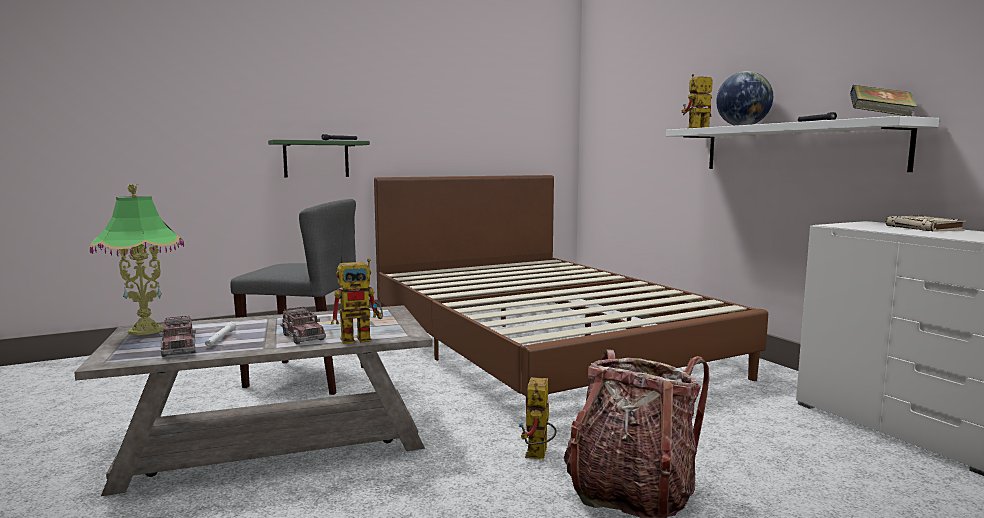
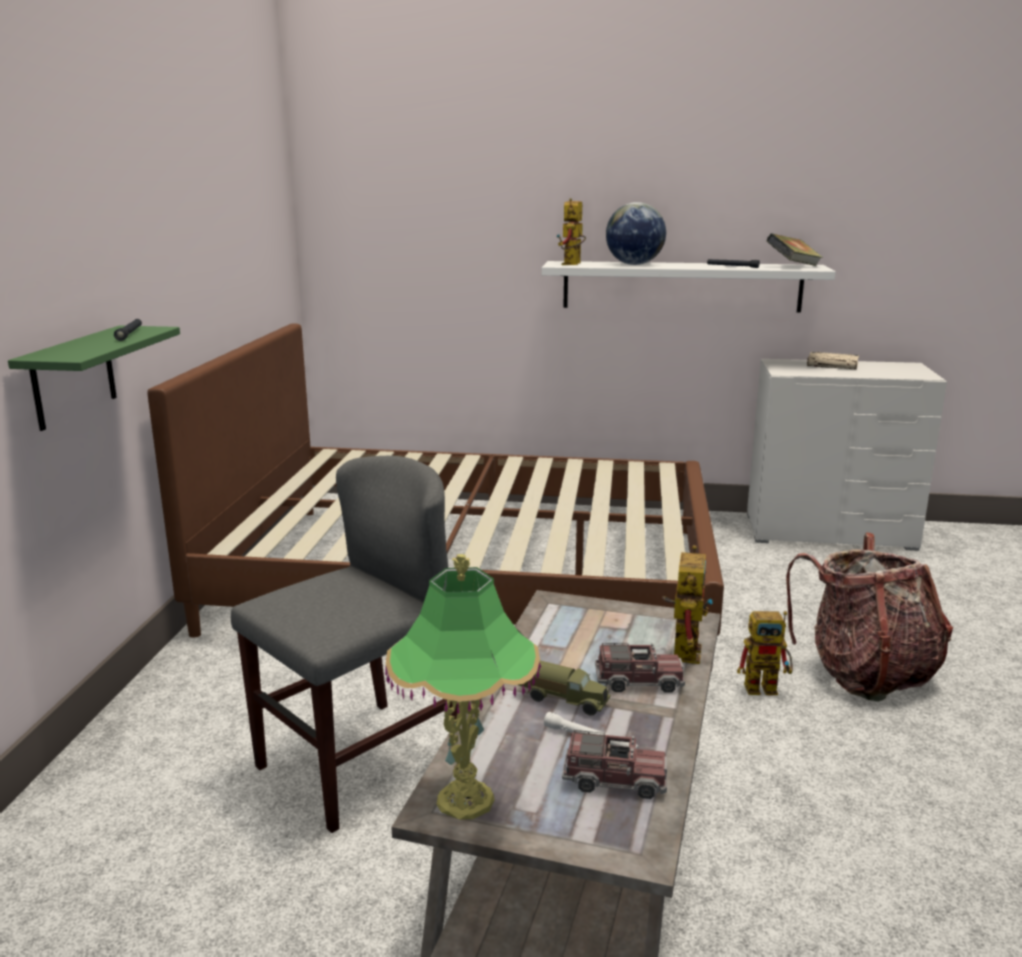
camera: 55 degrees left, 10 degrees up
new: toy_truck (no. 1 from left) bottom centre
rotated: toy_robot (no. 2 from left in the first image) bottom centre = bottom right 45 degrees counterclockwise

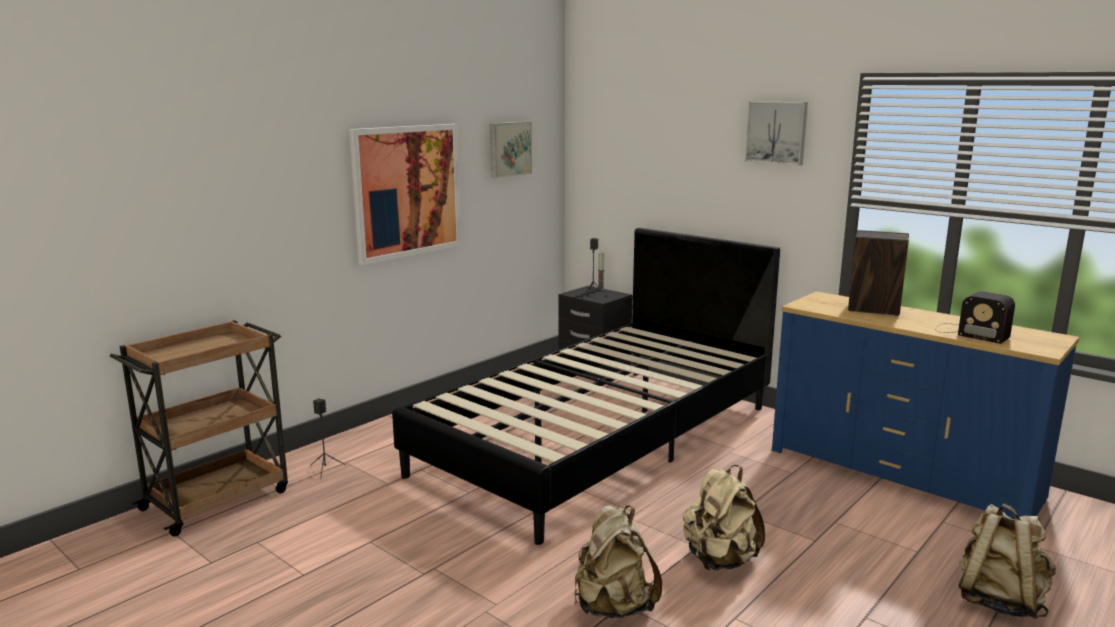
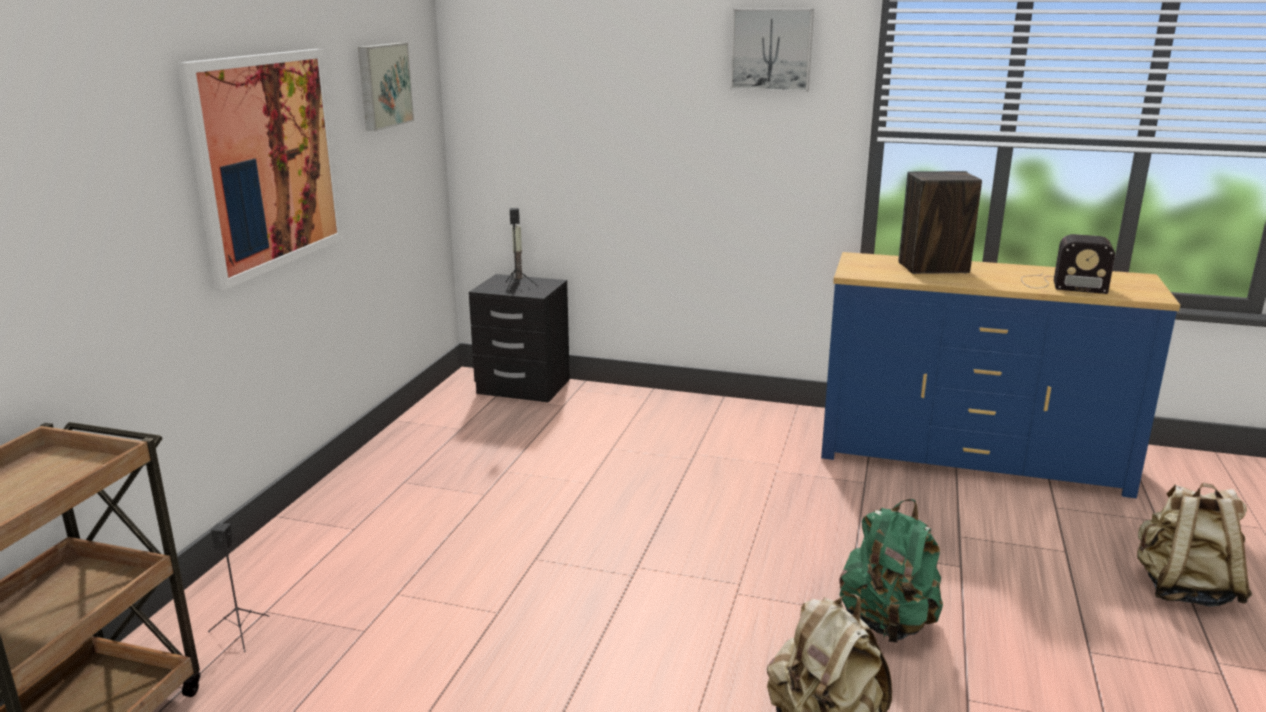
camera: 25 degrees left, 5 degrees up
gone: black_bed centre
repainted: beige_backpack (no. 2 from left) bottom centre to green_backpack bottom right

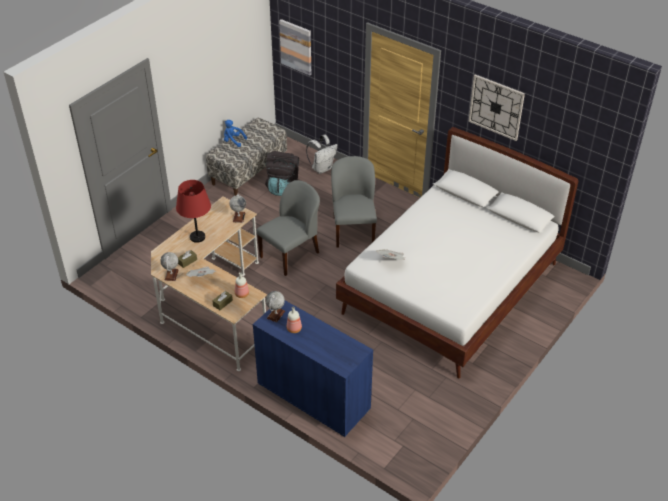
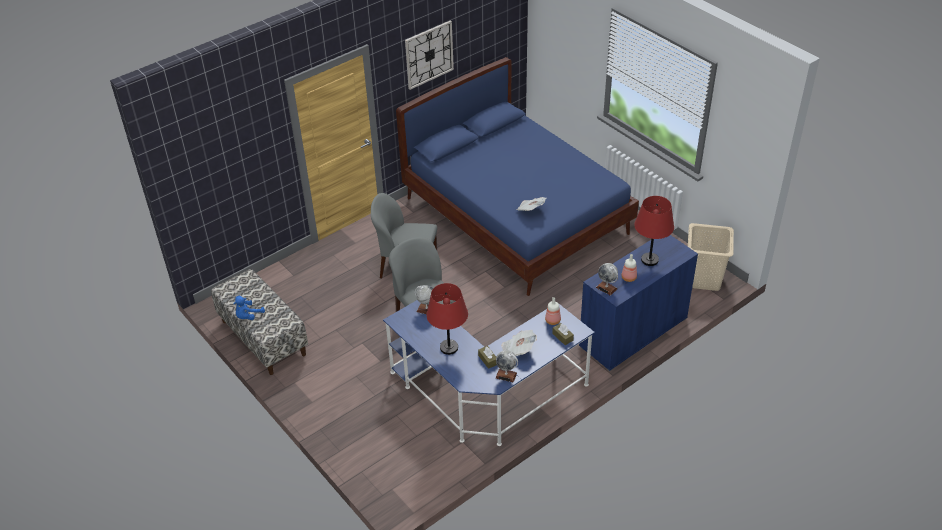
camera: 75 degrees left, 0 degrees up
gone: black_backpack centre; picture top centre; white_backpack top centre
new: red_table_lamp (no. 2 from left) middle right; beige_laundry_basket middle right
repainted: beige_desk middle left to blue_desk bottom centre; white_bed middle right to blue_bed top centre

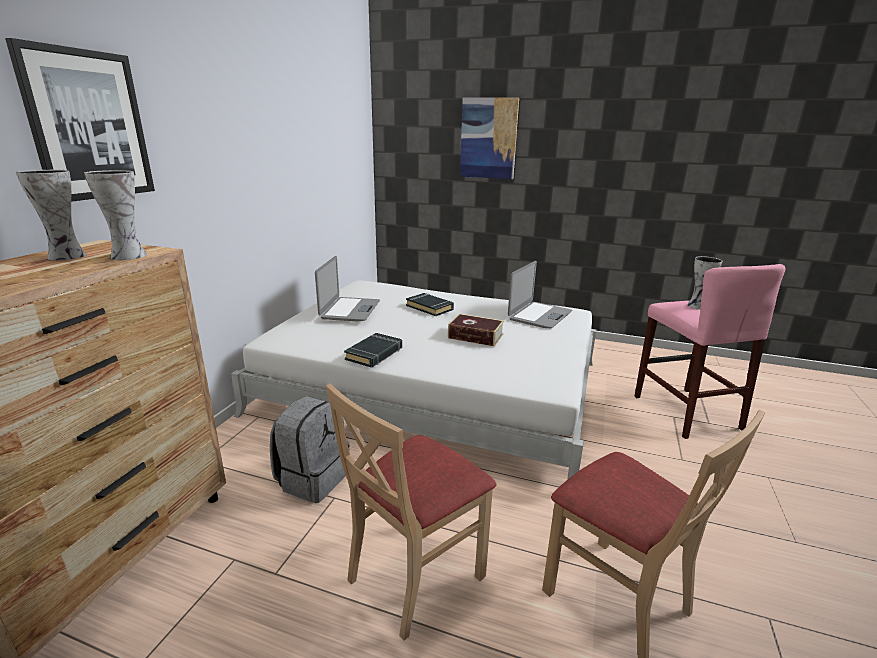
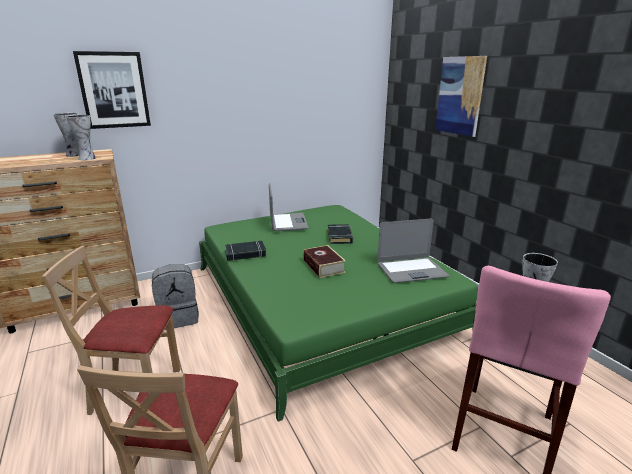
camera: 45 degrees right, 0 degrees up
repainted: white_bed centre to green_bed centre
rotated: laptop (no. 1 from left) centre = centre 60 degrees counterclockwise

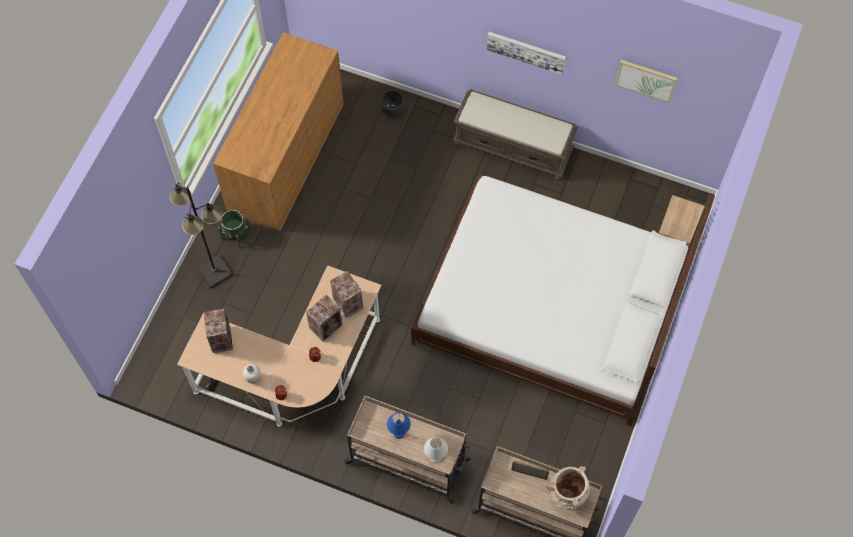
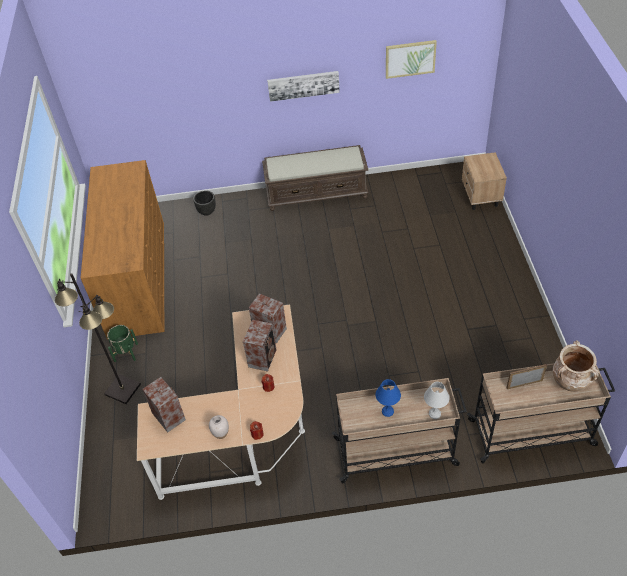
camera: 25 degrees left, 15 degrees down
gone: bed centre

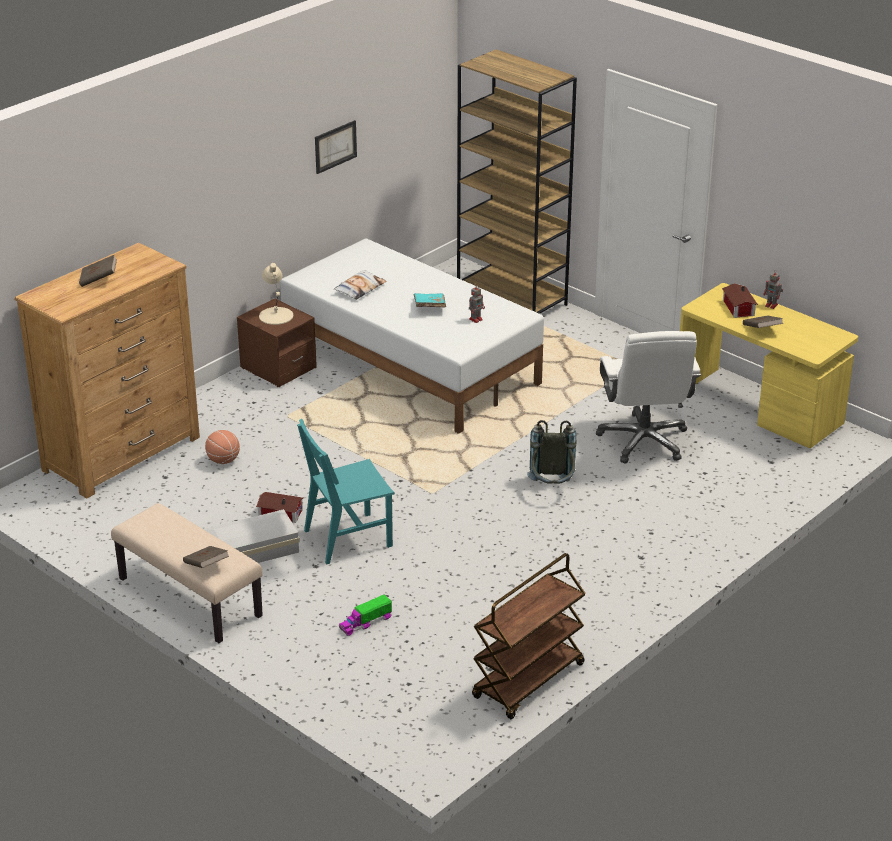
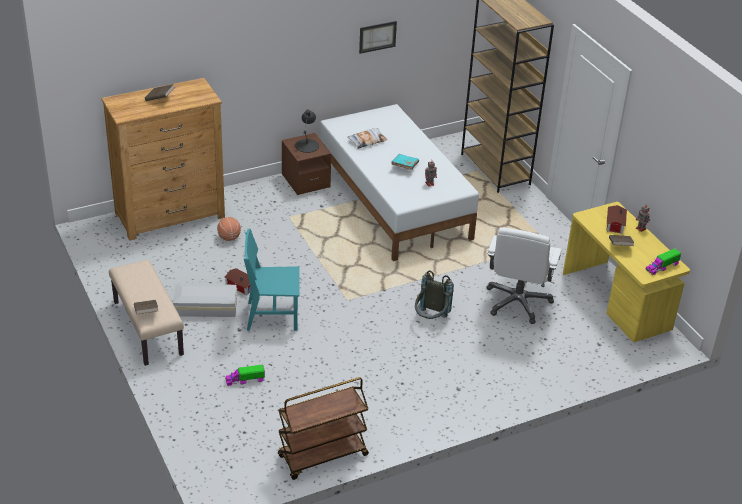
camera: 20 degrees right, 5 degrees up
new: toy_truck (no. 2 from left) middle right
repainted: beige_table_lamp middle left to black_table_lamp top centre

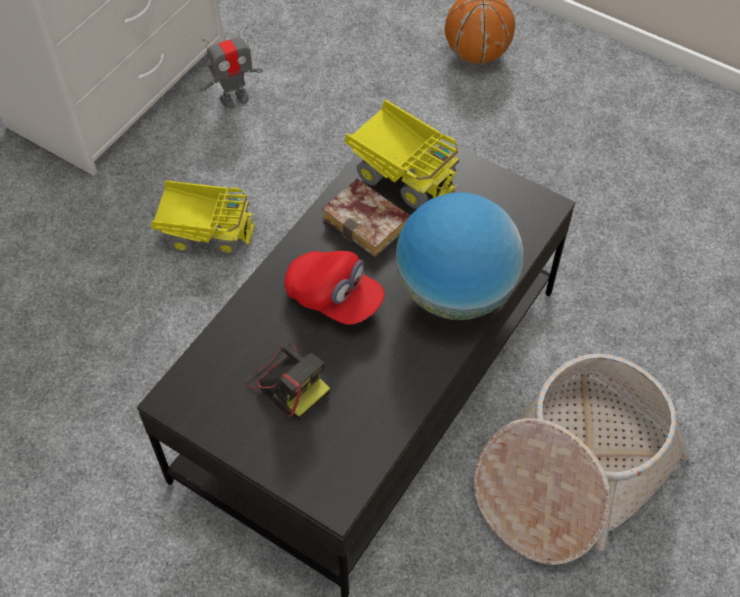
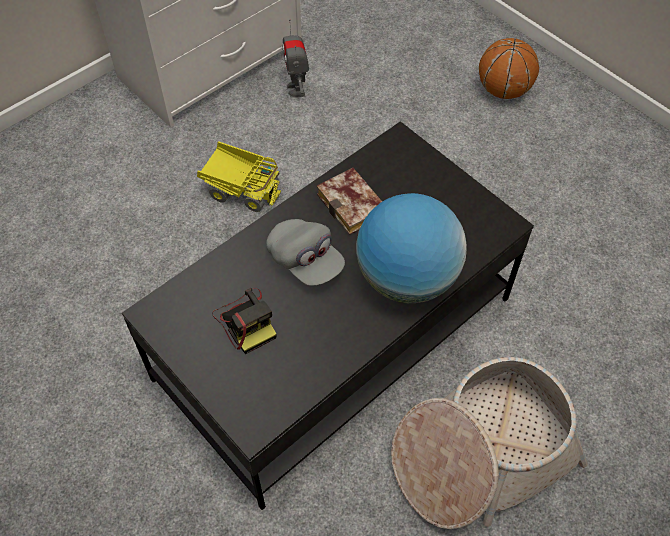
camera: 15 degrees right, 0 degrees up
gone: toy_truck (no. 2 from left) top centre
repainted: red_cap centre to grey_cap centre
rotated: toy_robot top left = top centre 90 degrees clockwise

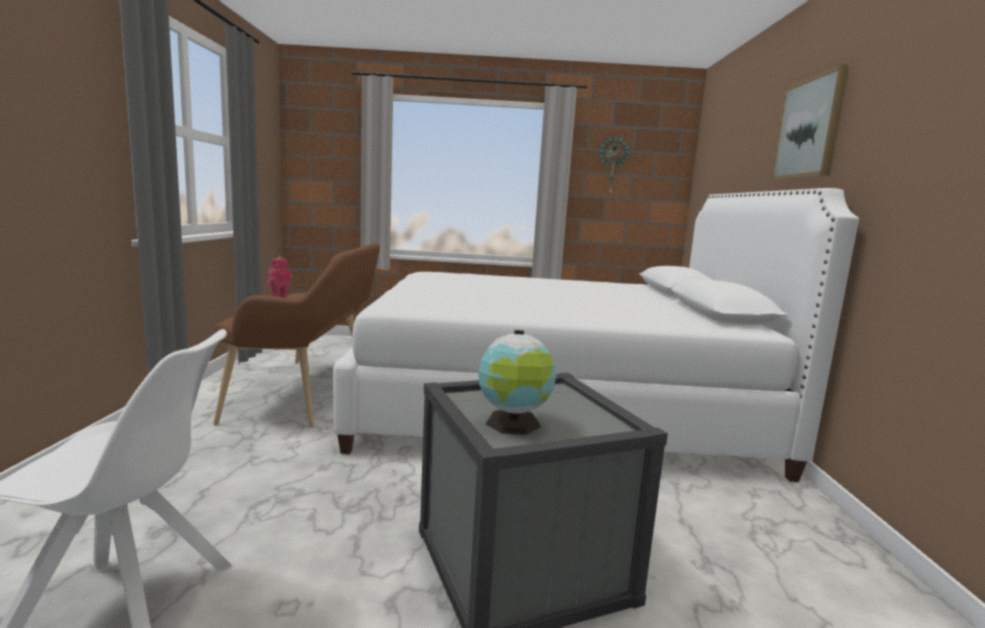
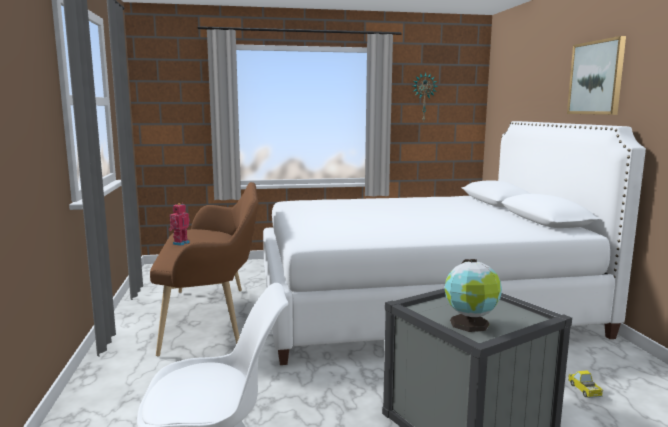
camera: 10 degrees left, 0 degrees up
new: toy_truck bottom right

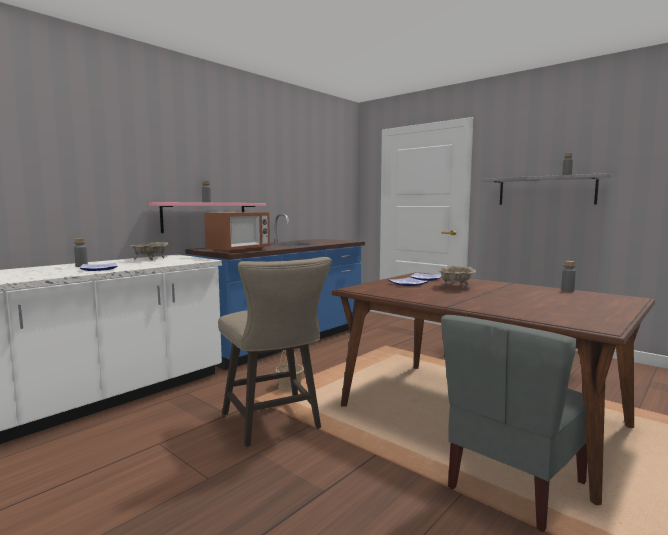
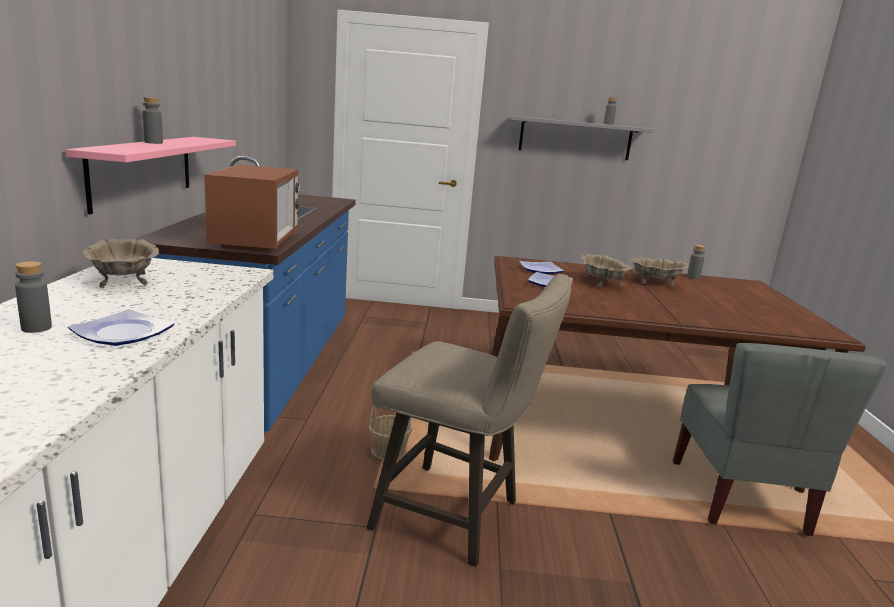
camera: 40 degrees left, 10 degrees up
new: beige_bowl (no. 3 from left) middle right

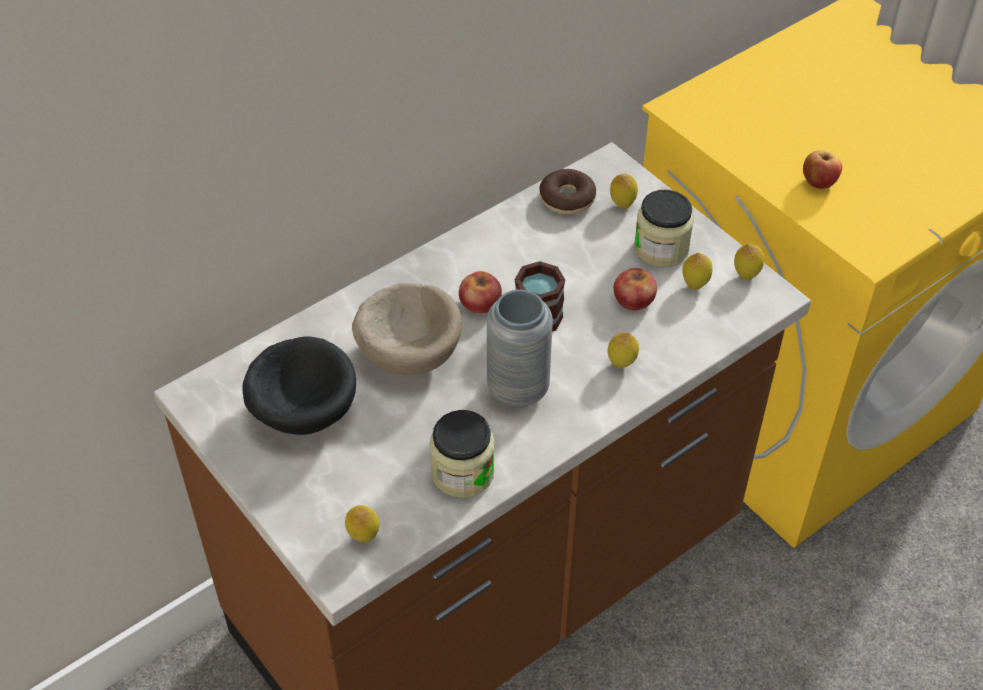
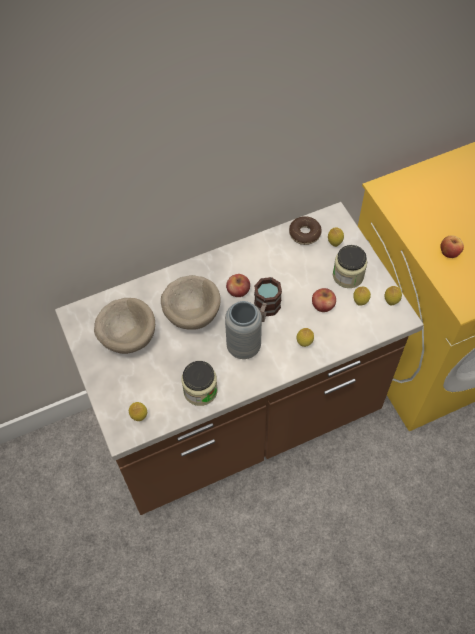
camera: 15 degrees right, 10 degrees up
repainted: black_bowl middle left to beige_bowl (no. 1 from left) middle left

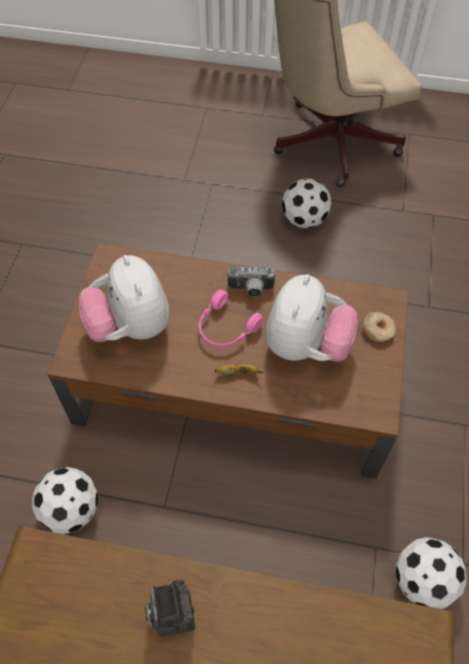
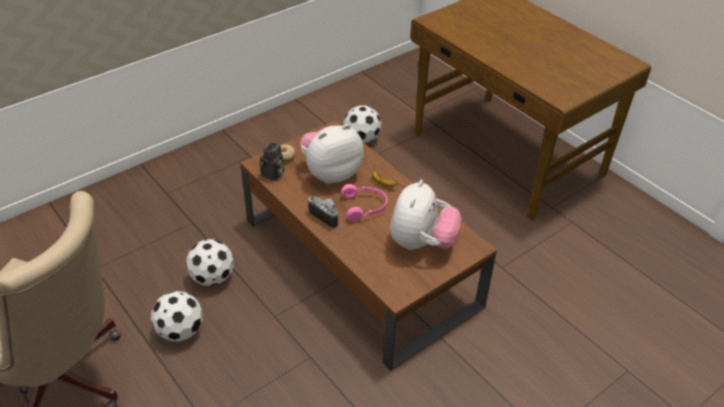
camera: 140 degrees left, 15 degrees down
shifted: football (no. 1 from left in the first image) bottom left to football (no. 2 from left) middle left; photo_camera (no. 1 from left) bottom centre to centre

